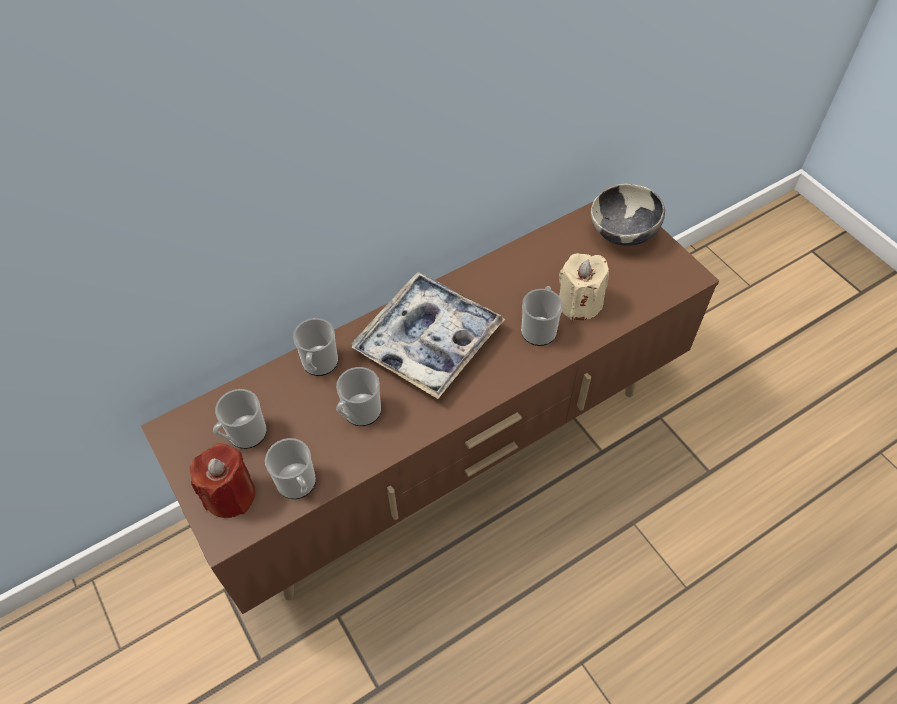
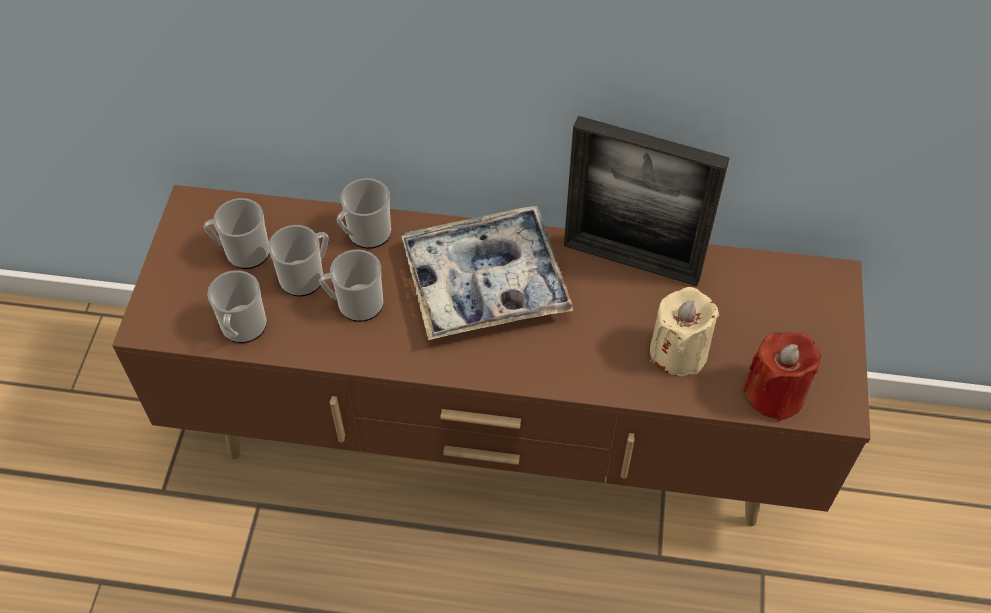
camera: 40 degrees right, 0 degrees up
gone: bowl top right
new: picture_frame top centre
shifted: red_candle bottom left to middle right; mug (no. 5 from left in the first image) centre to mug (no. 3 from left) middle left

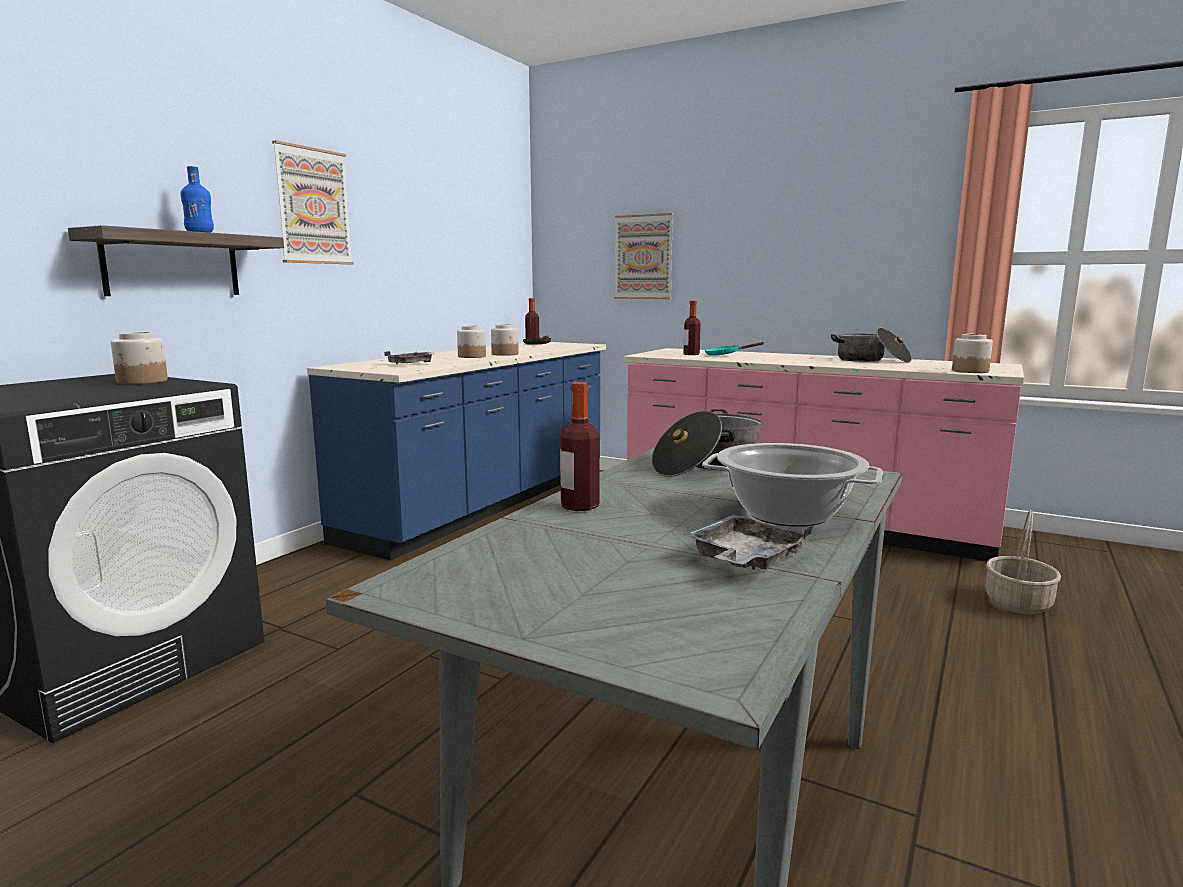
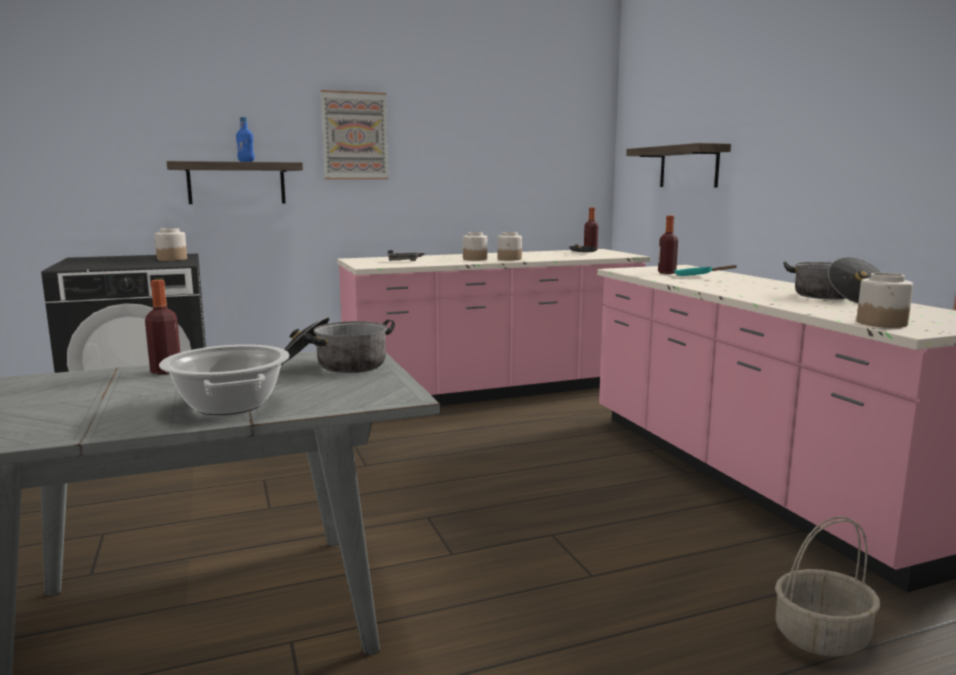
camera: 40 degrees right, 0 degrees up
gone: grey_tray (no. 2 from left) centre
swapped: picture (no. 2 from left) top centre to shelf (no. 2 from left) top right
repainted: blue_counter centre to pink_counter (no. 1 from left) centre

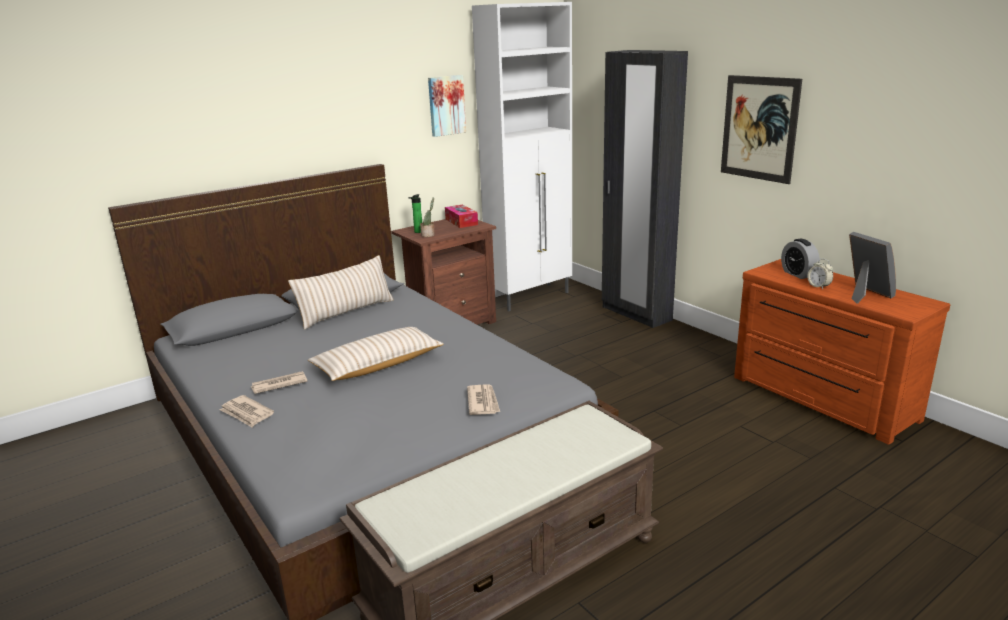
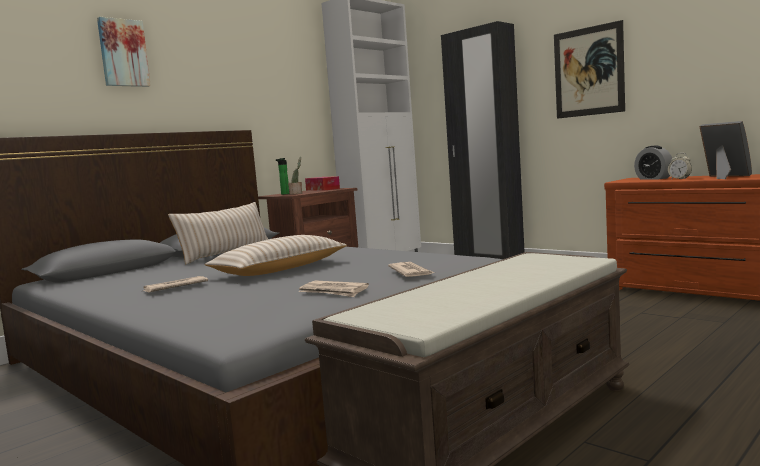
camera: 10 degrees left, 15 degrees down
shifted: newspaper (no. 1 from left in the first image) middle left to newspaper (no. 2 from left) centre; picture (no. 1 from left) top centre to top left

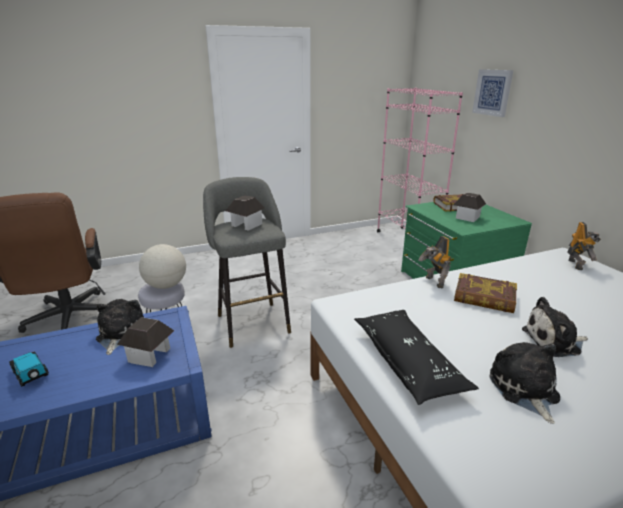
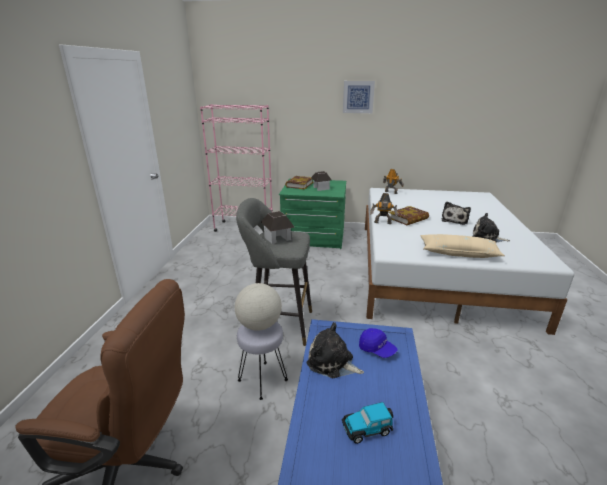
camera: 60 degrees left, 0 degrees up
shifted: picture top right to top centre
swapped: toy_house (no. 1 from left) bottom left to blue_cap bottom centre
repainted: black_pillow bottom right to beige_pillow middle right

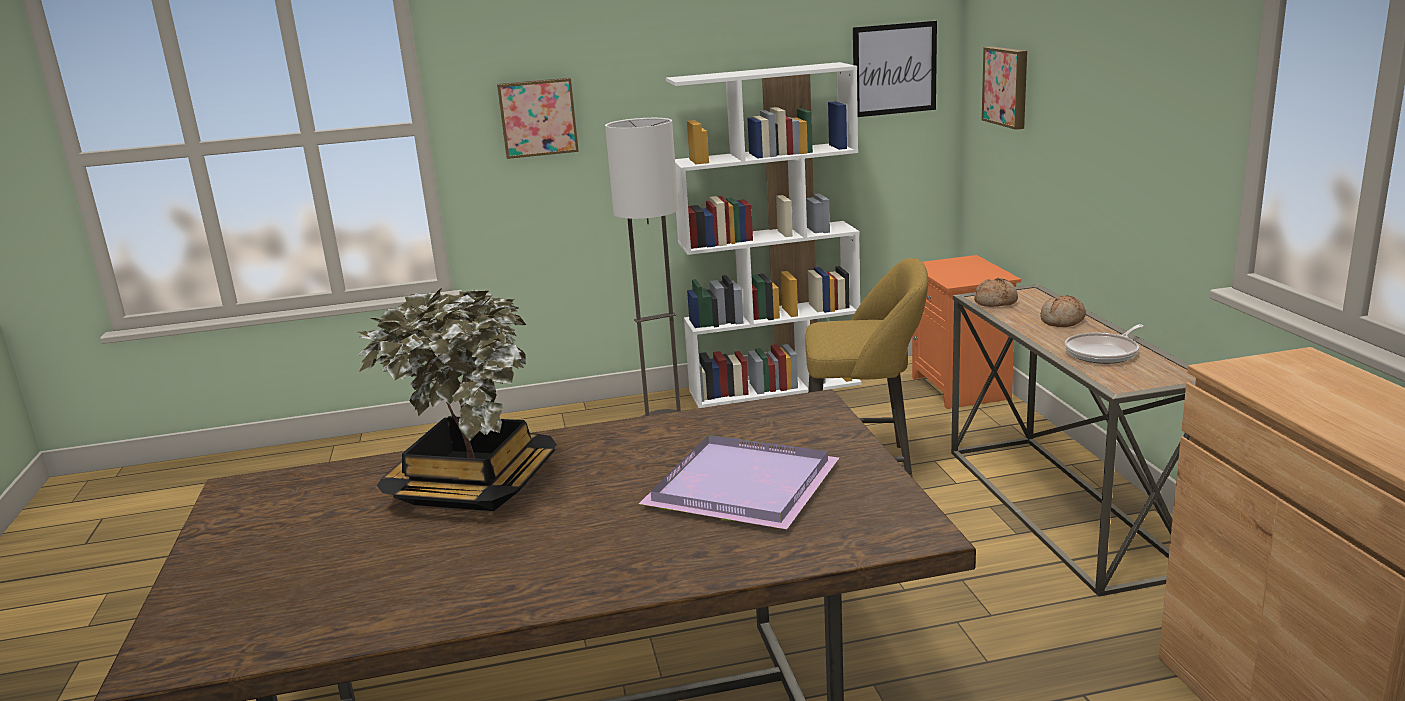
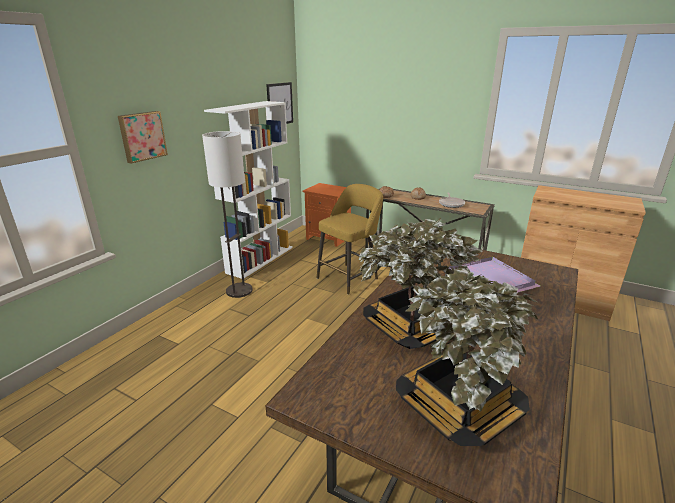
camera: 50 degrees left, 5 degrees up
gone: picture (no. 3 from left) top right
new: potted_plant (no. 2 from left) bottom right

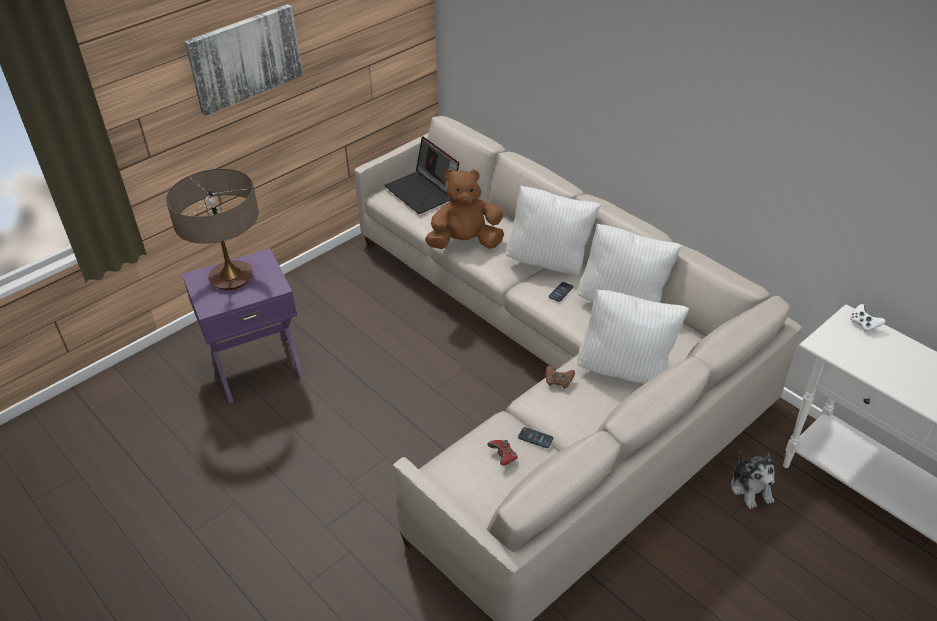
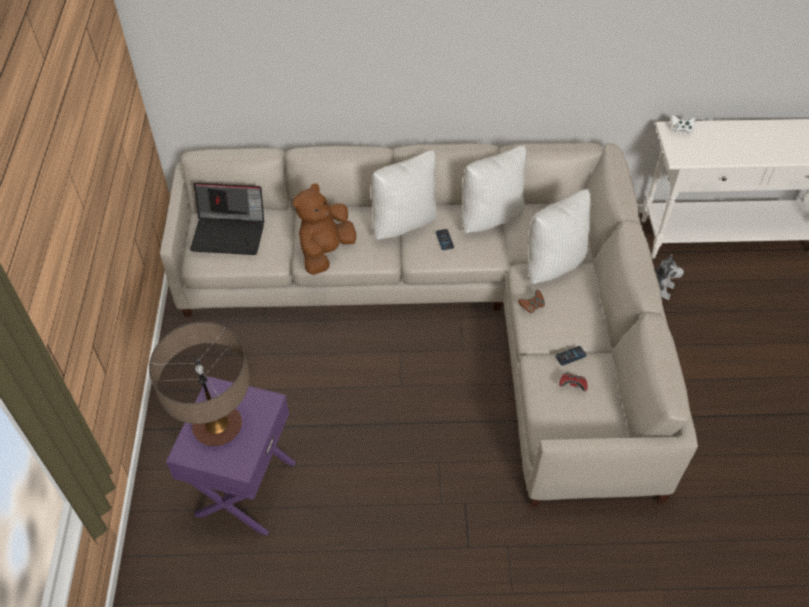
camera: 50 degrees left, 10 degrees up
gone: picture top left

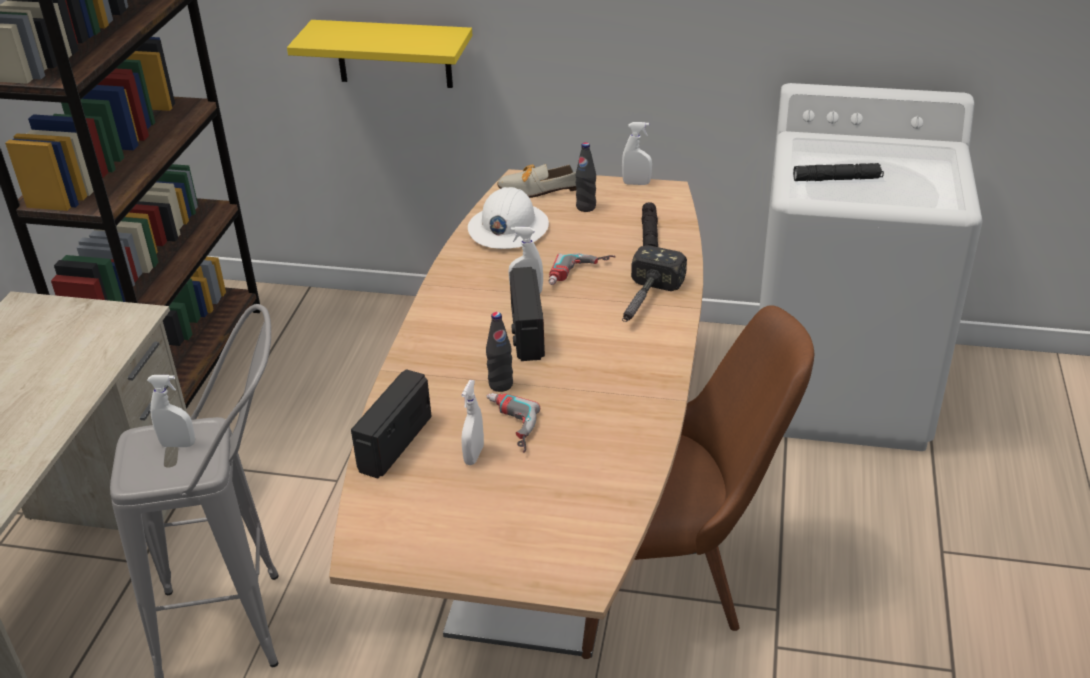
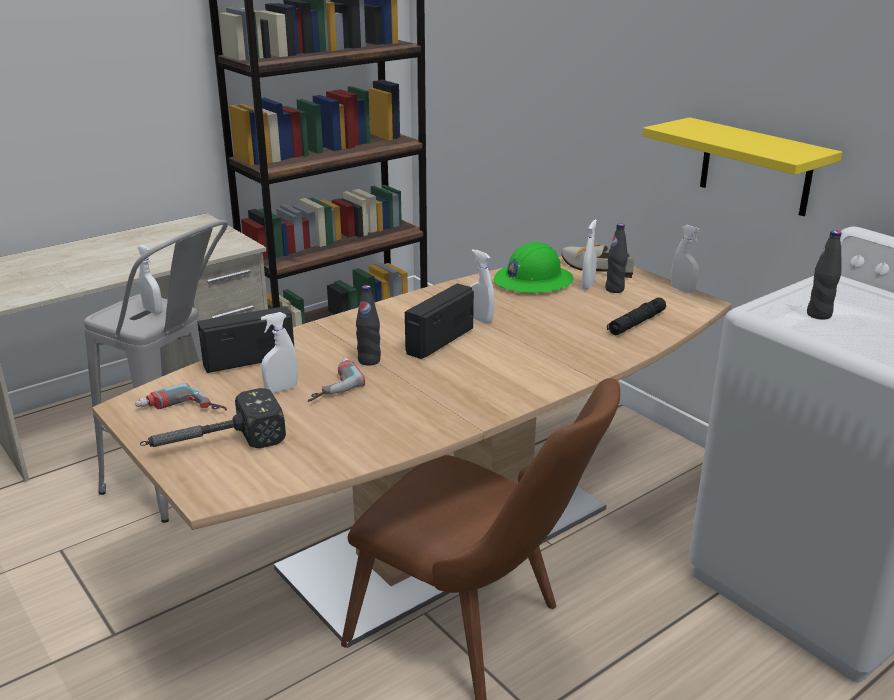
camera: 40 degrees right, 10 degrees down
new: white_spray_bottle (no. 4 from left) centre
shifted: yellow_shelf top centre to top right; power_drill (no. 2 from left in the first image) centre to power_drill (no. 1 from left) middle left; hammer centre to middle left
swapped: black_flashlight (no. 2 from left) top right to black_bottle (no. 3 from left) middle right
repainted: white_hard_hat top centre to green_hard_hat centre

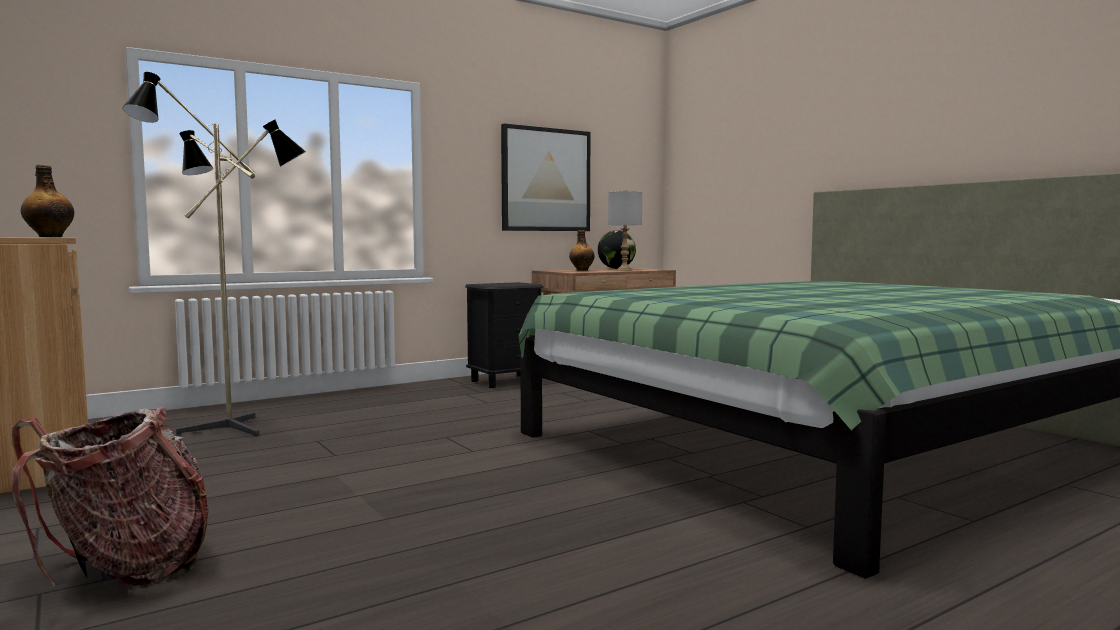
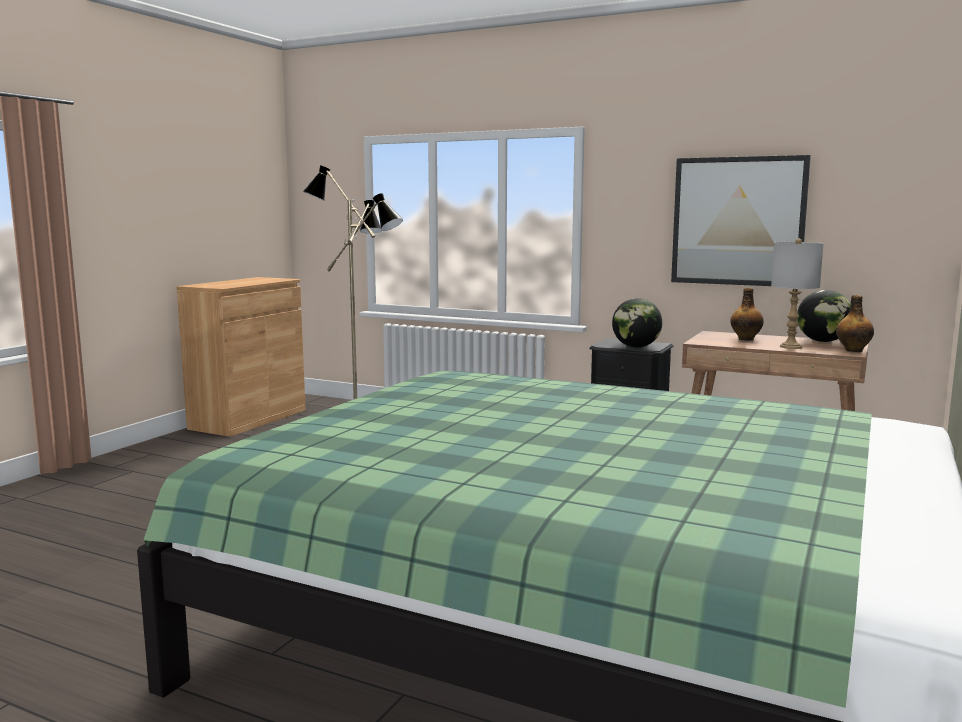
camera: 60 degrees right, 5 degrees up
gone: backpack bottom left
new: globe (no. 1 from left) centre
shifted: bottle (no. 1 from left in the first image) top left to bottle (no. 2 from left) middle right

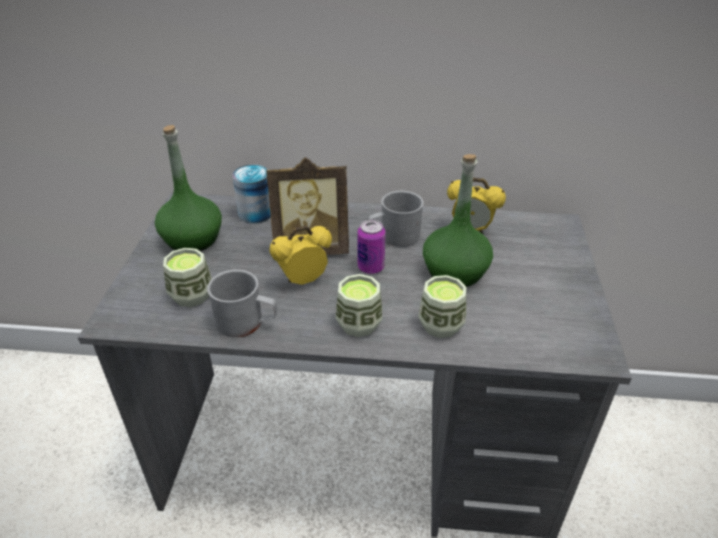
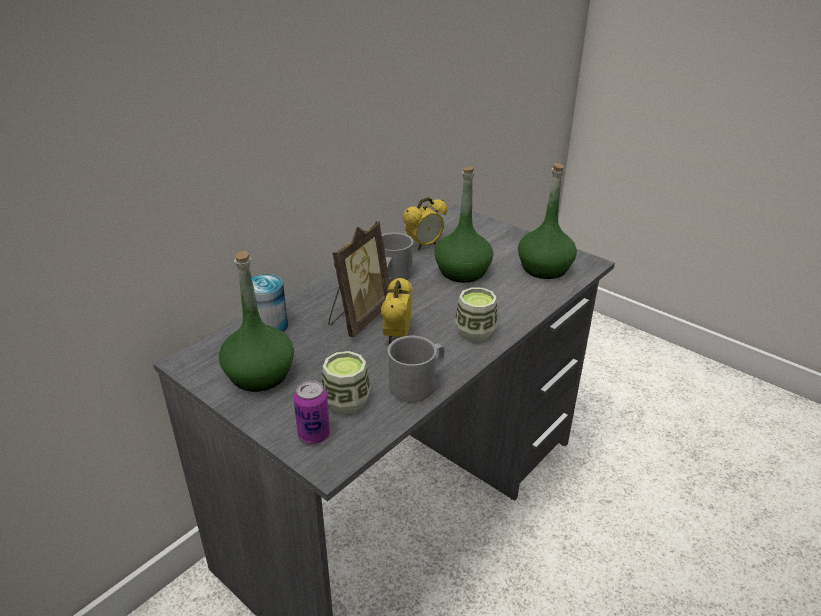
camera: 55 degrees left, 5 degrees down
gone: cup (no. 3 from left) centre
new: green_bottle (no. 3 from left) centre
shifted: can (no. 2 from left) centre to bottom centre

